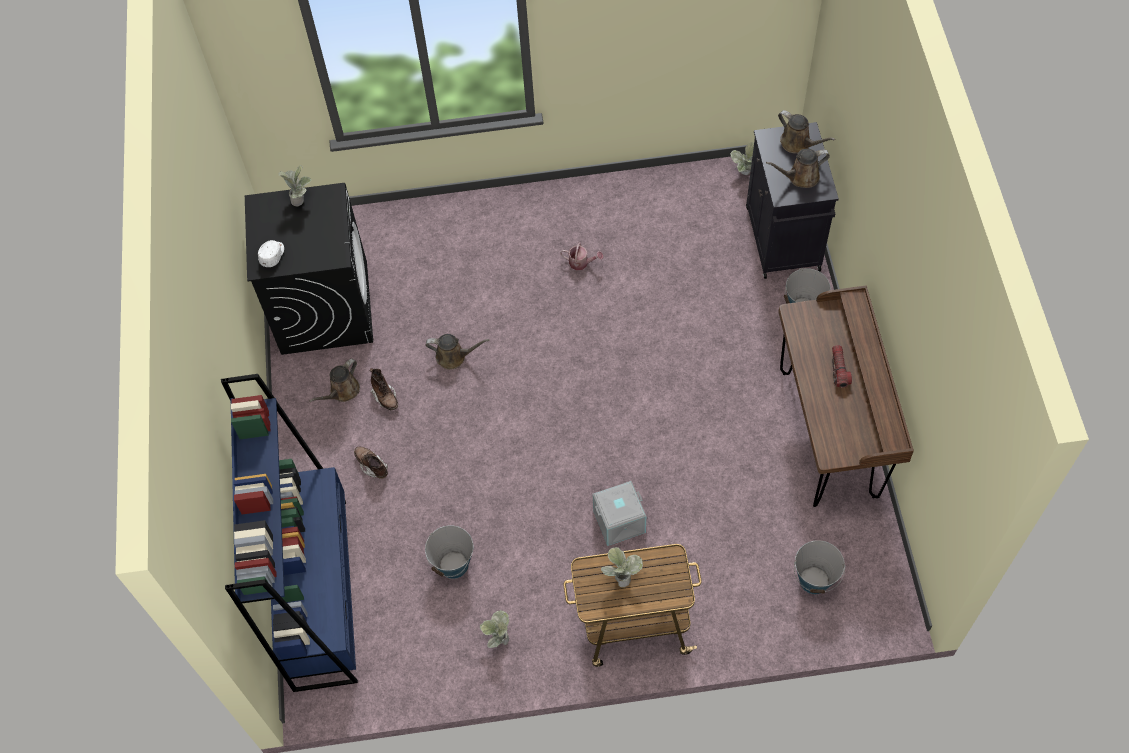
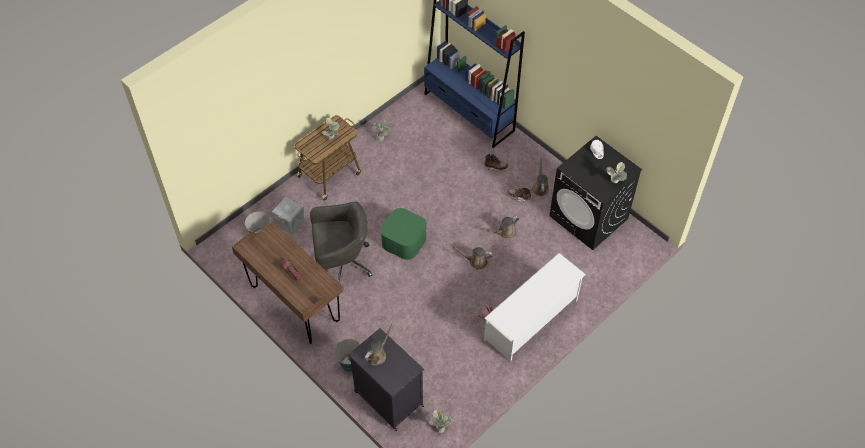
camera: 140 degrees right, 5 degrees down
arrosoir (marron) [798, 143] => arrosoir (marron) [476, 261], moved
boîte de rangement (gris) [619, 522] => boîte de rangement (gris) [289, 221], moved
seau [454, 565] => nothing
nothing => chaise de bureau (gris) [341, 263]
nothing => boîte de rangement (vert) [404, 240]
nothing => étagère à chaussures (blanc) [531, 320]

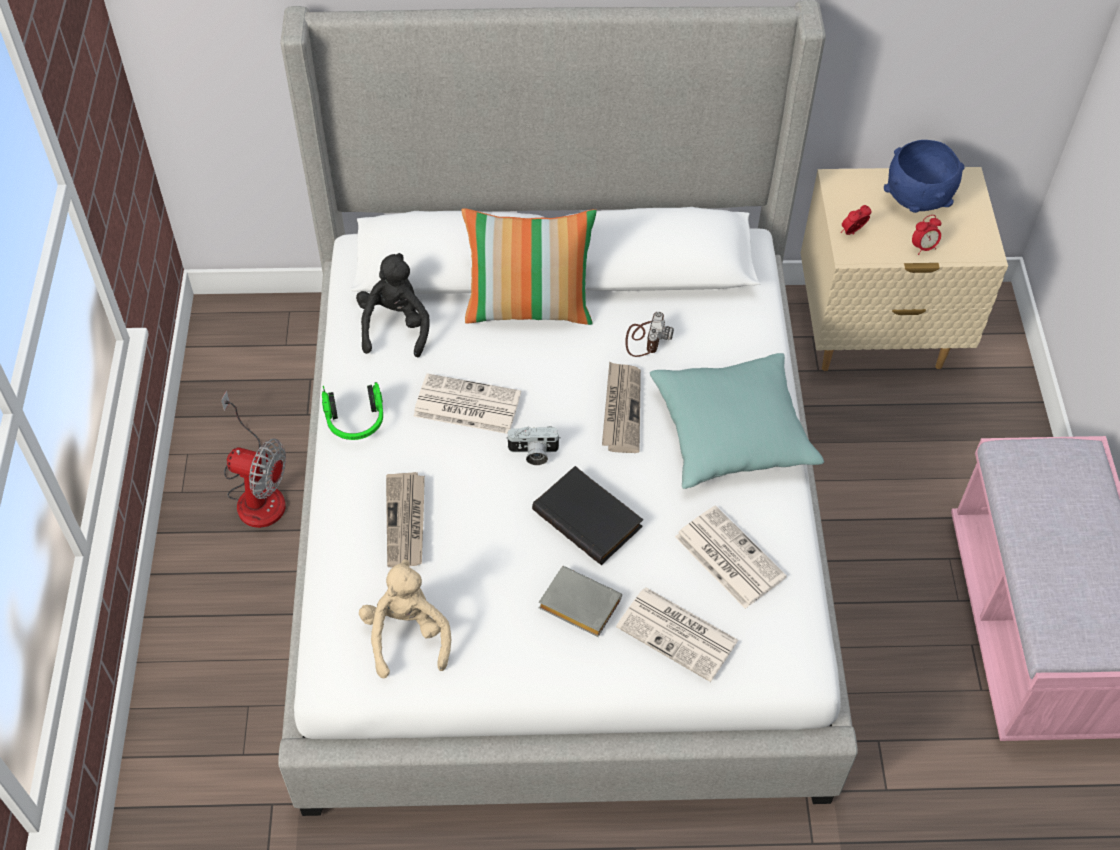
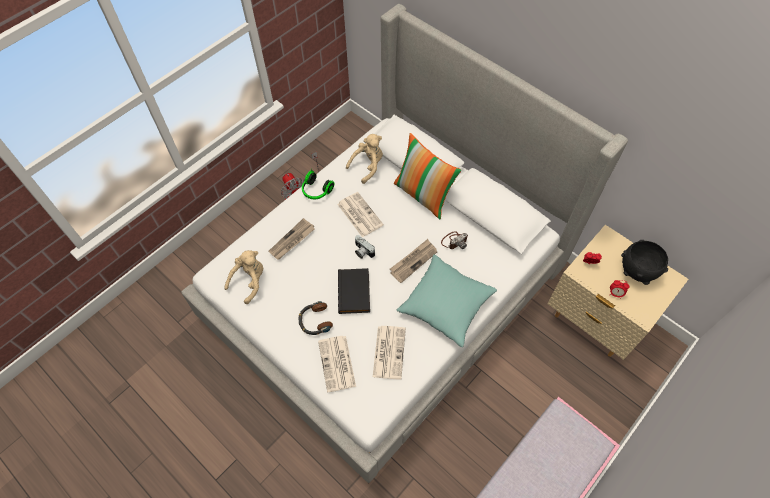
camera: 45 degrees right, 5 degrees up
bol (bleu) [917, 200] => bol (noir) [637, 271]
peluche (noir) [395, 326] => peluche (beige) [368, 166]
livre (gris) [577, 605] => casque audio [314, 321]

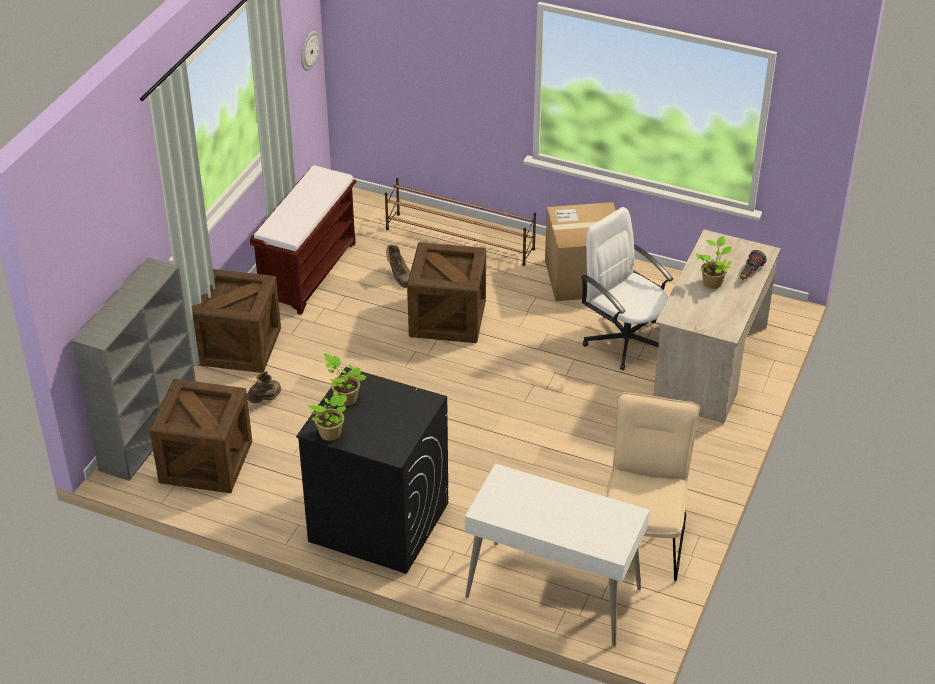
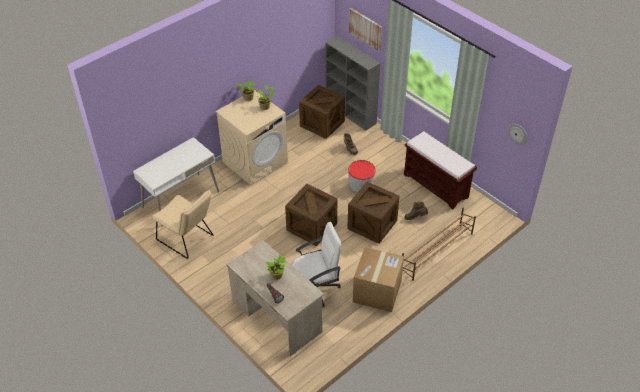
camera: 115 degrees right, 5 degrees up
caisse [239, 347] => caisse [311, 227], moved
lave-linge (noir) [378, 522] => lave-linge (beige) [255, 162]
nothing => tableau [365, 29]
nothing => seau [361, 184]

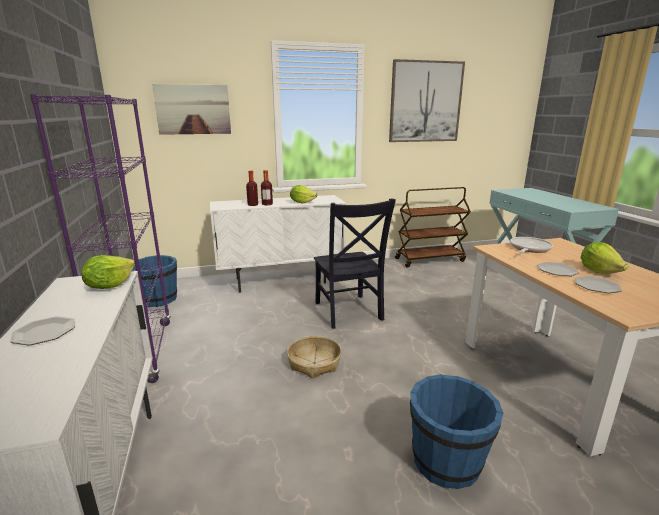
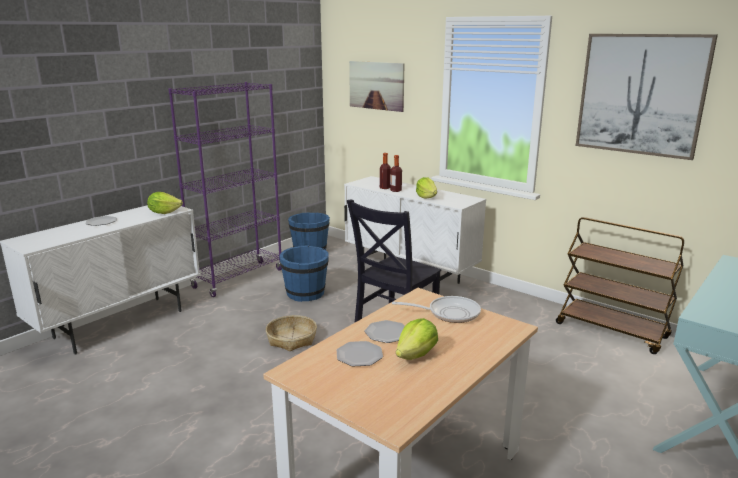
camera: 55 degrees right, 0 degrees up
seau (bleu) [447, 461] => seau (bleu) [305, 294], moved

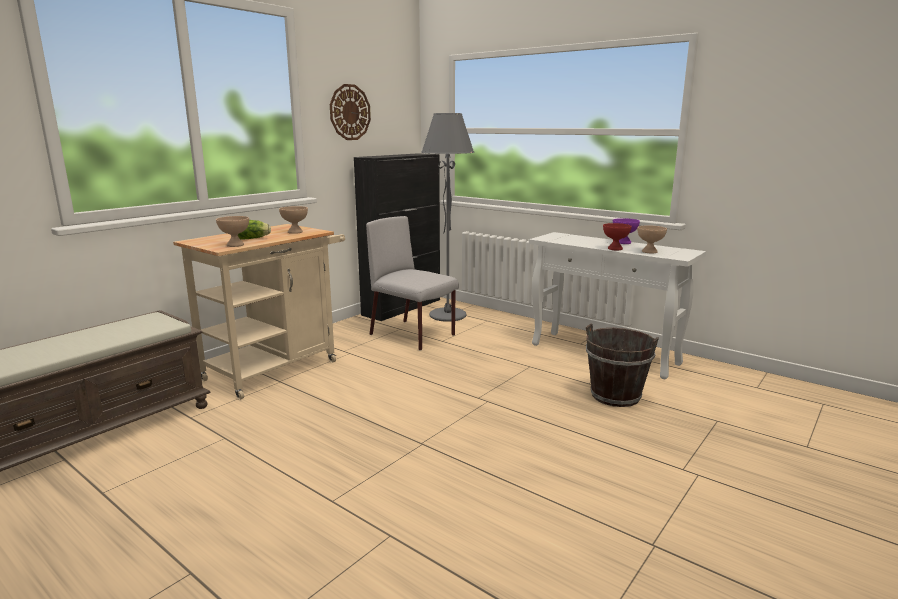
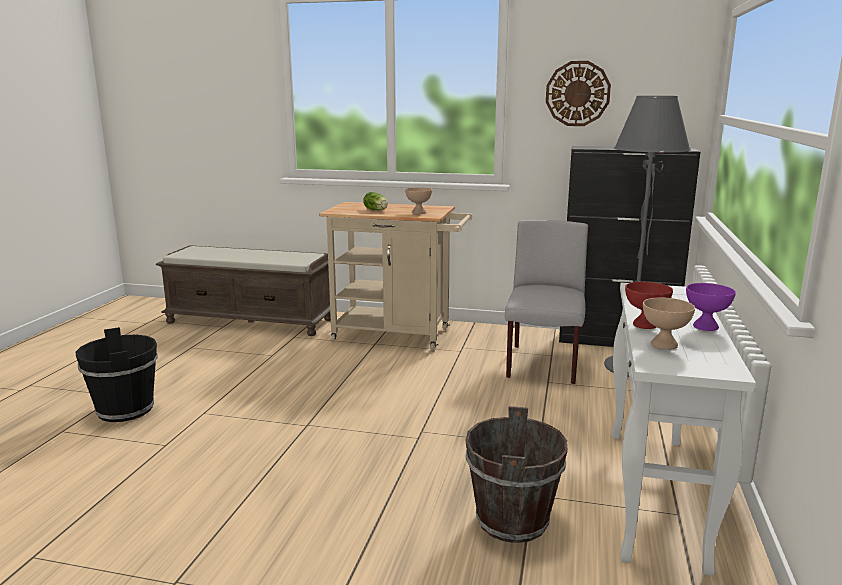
camera: 65 degrees right, 0 degrees up
bol (beige) [235, 245] => nothing
nothing => seau (noir) [126, 410]

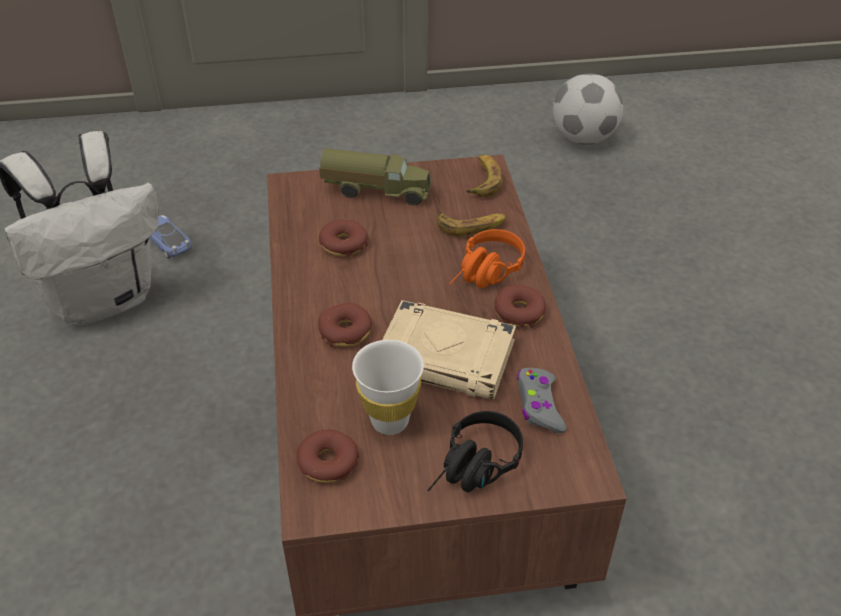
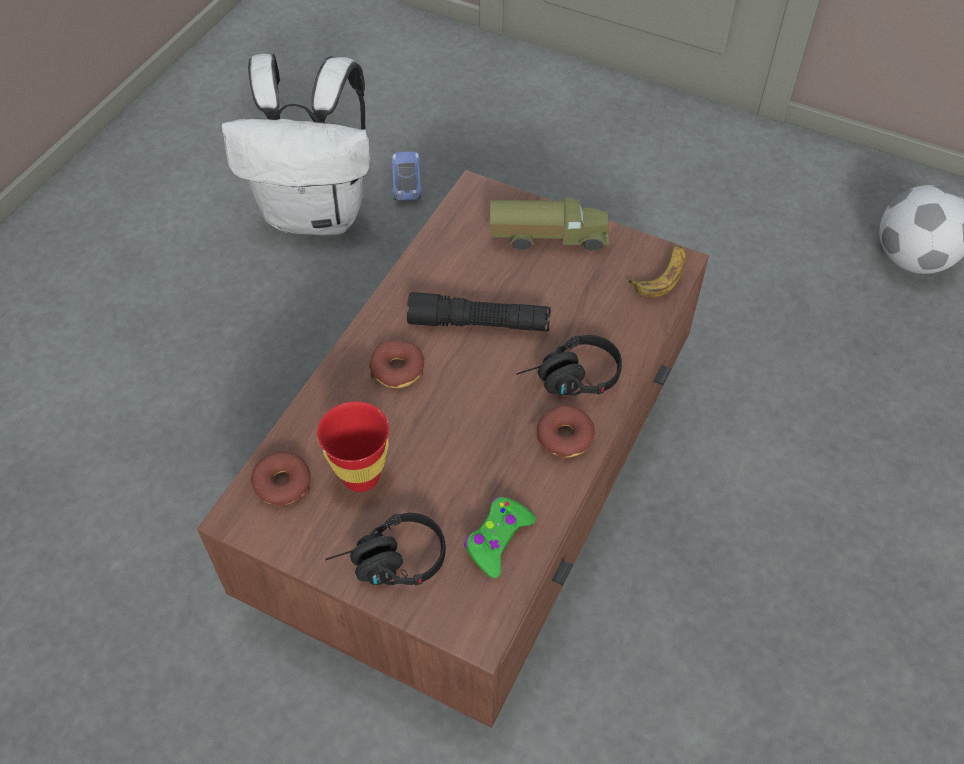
camera: 35 degrees right, 10 degrees up
camion jouet [377, 191] => camion jouet [548, 237], 45 degrees counterclockwise
banane [472, 226] => nothing
beignet [343, 244] => nothing
casque audio (orange) [485, 275] => casque audio (noir) [569, 380]
livre (beige) [447, 357] => nothing
tasse (blanc) [390, 421] => tasse (rouge) [361, 476]
manette (gris) [539, 406] => manette (vert) [497, 540]
nothing => lampe de poche (noir) [479, 323]

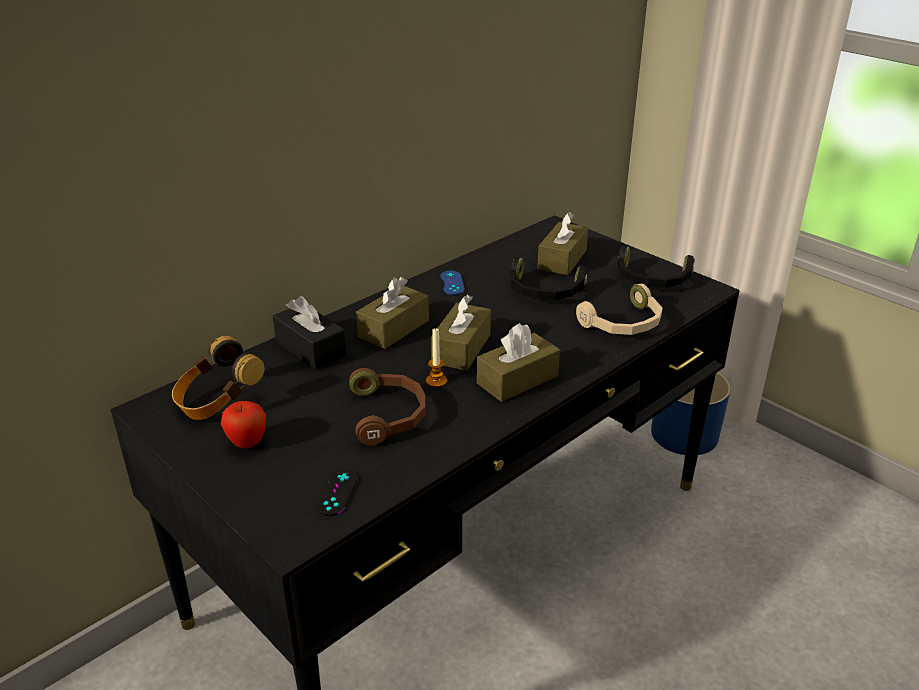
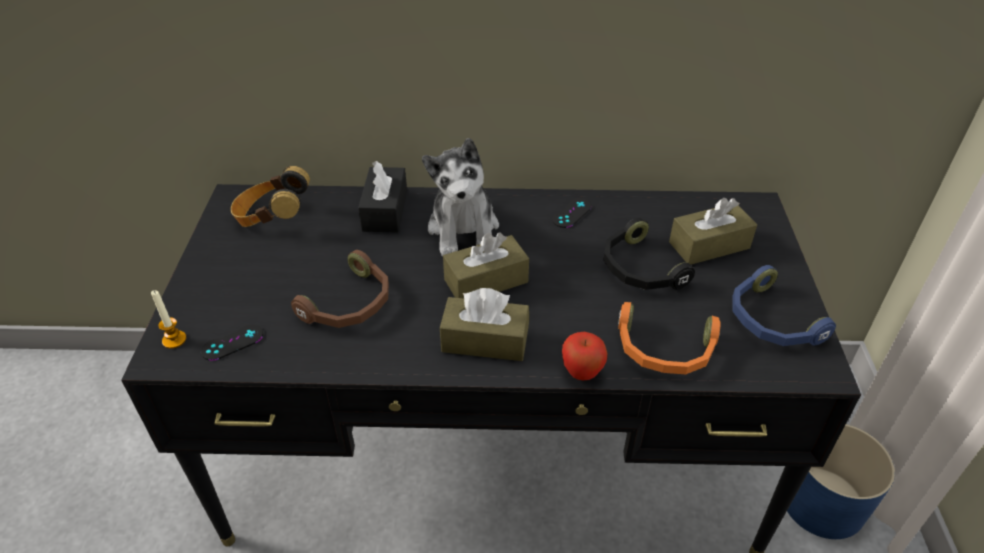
camera: 45 degrees right, 10 degrees up
casque audio (noir) [651, 280] => casque audio (bleu) [770, 321]
manette (bleu) [452, 283] => manette (noir) [572, 213]
boîte à mouchoirs (marron) [394, 329] => peluche [464, 229]
casque audio (beige) [624, 324] => casque audio (orange) [664, 351]
bougie [436, 381] => bougie [174, 340], moved
pomme [247, 443] => pomme [581, 373], moved

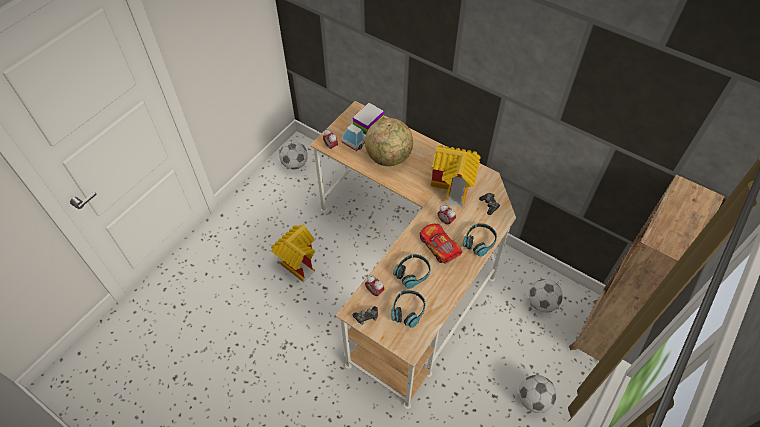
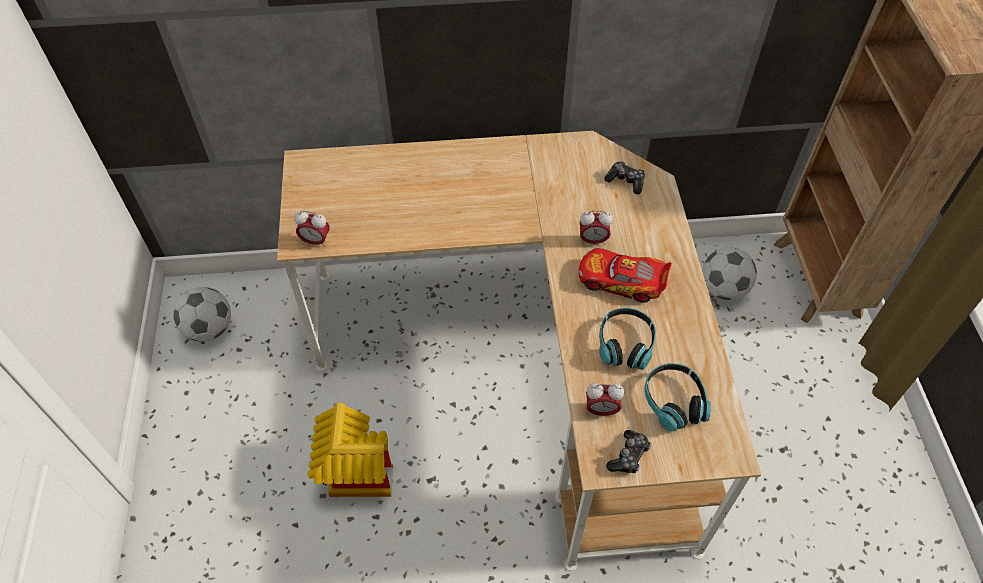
camera: 40 degrees left, 0 degrees up
camion jouet [363, 134] => nothing
globe [389, 157] => nothing
maison miniature [454, 187] => nothing
casque audio [479, 242] => nothing
ballon de foot [533, 399] => nothing

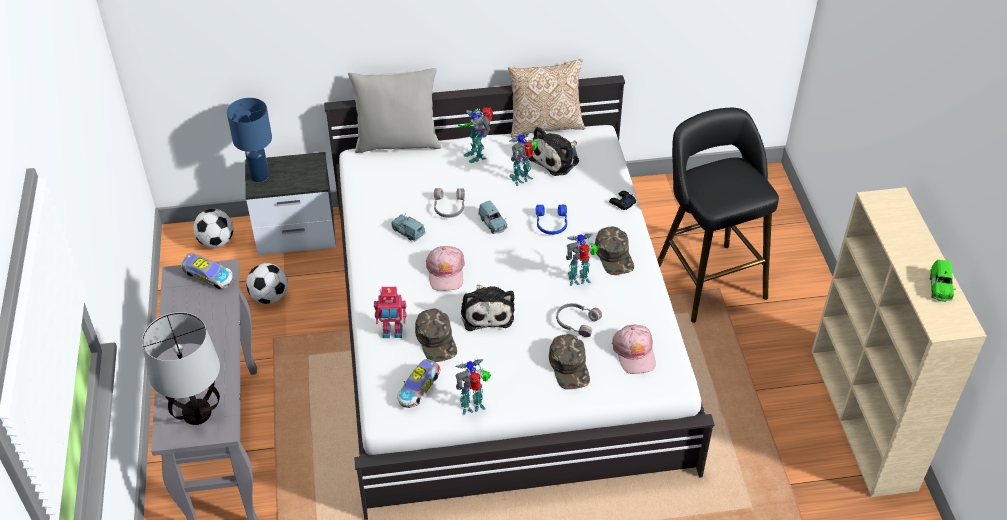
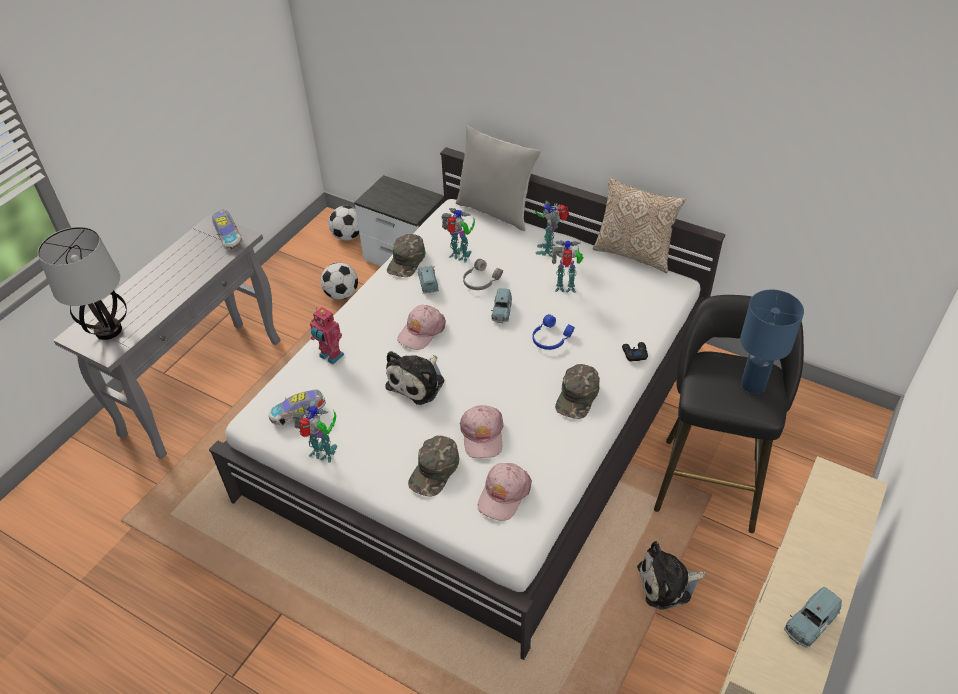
camera: 40 degrees right, 0 degrees up
lampe de table (bleu) [259, 175] => lampe de table (bleu) [753, 384], moved
peluche [556, 159] => peluche [667, 583], moved
robot jouet [580, 280] => robot jouet [460, 257], moved
petite voiture (vert) [939, 288] => petite voiture (bleu) [809, 624]
casque audio (gris) [577, 322] => casquette (rose) [482, 435]
casquette (vert) [436, 340] => casquette (vert) [407, 261], moved

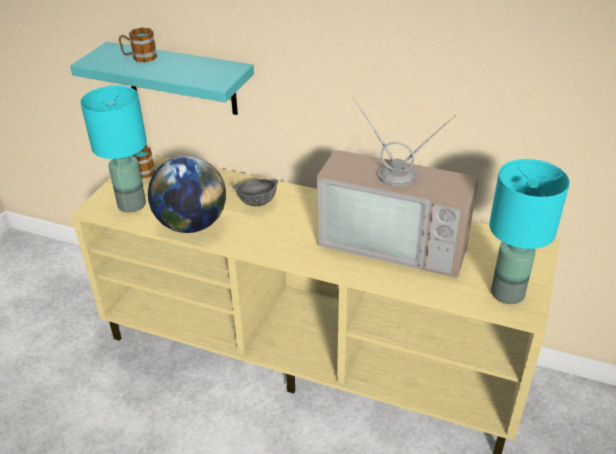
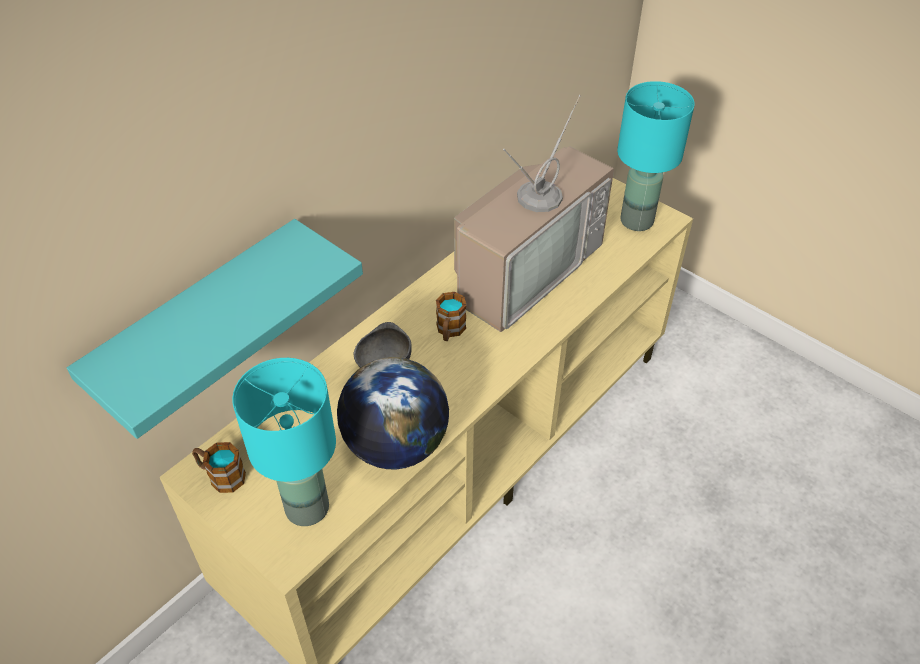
camera: 70 degrees left, 10 degrees up
mug [139, 57] => mug [449, 331], moved

